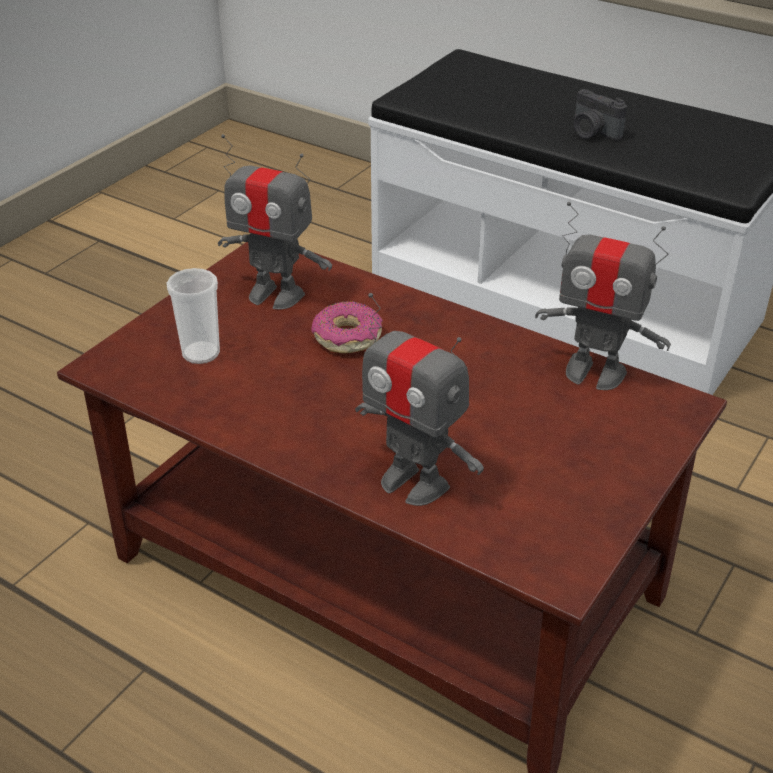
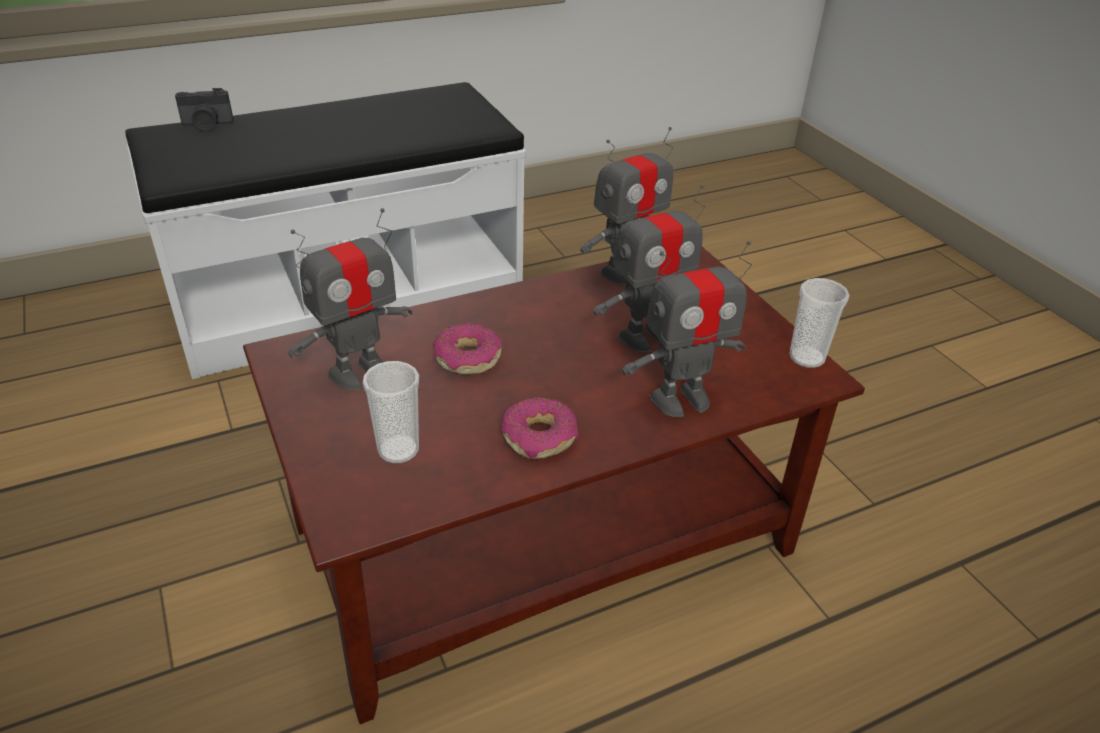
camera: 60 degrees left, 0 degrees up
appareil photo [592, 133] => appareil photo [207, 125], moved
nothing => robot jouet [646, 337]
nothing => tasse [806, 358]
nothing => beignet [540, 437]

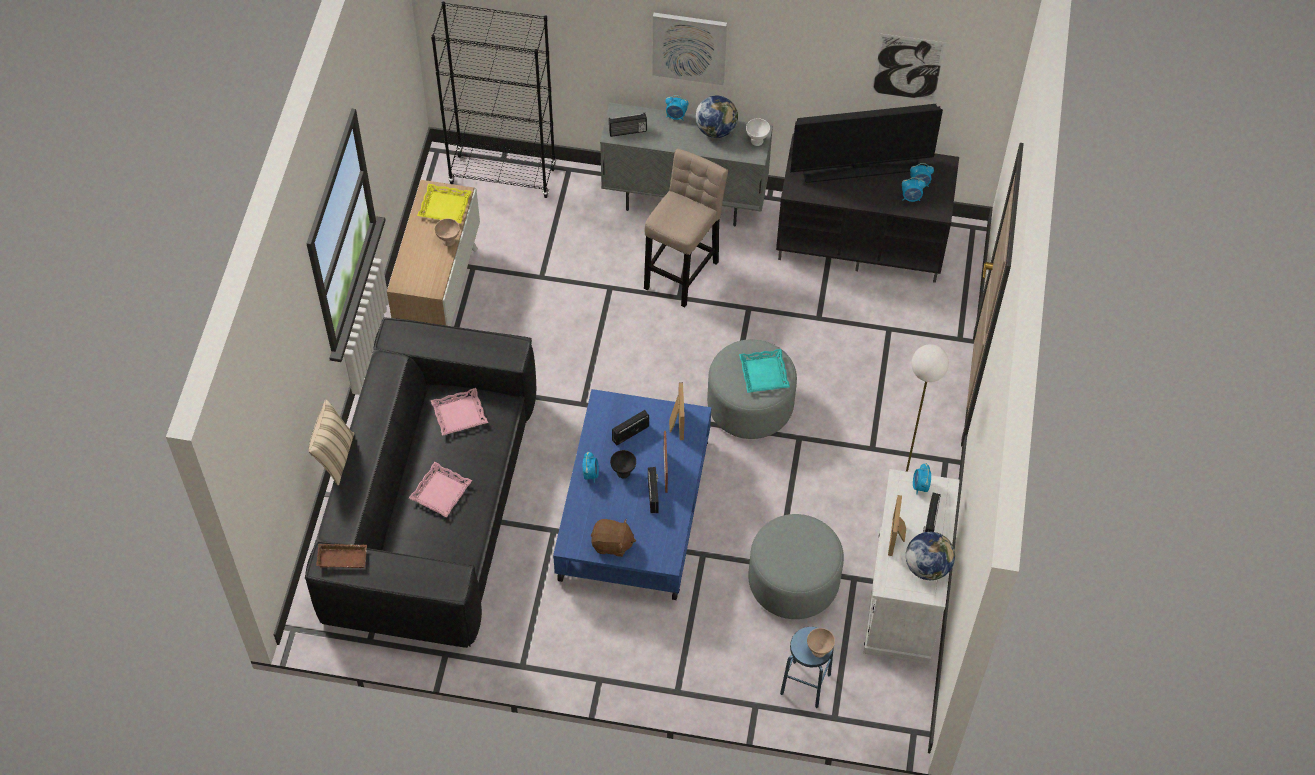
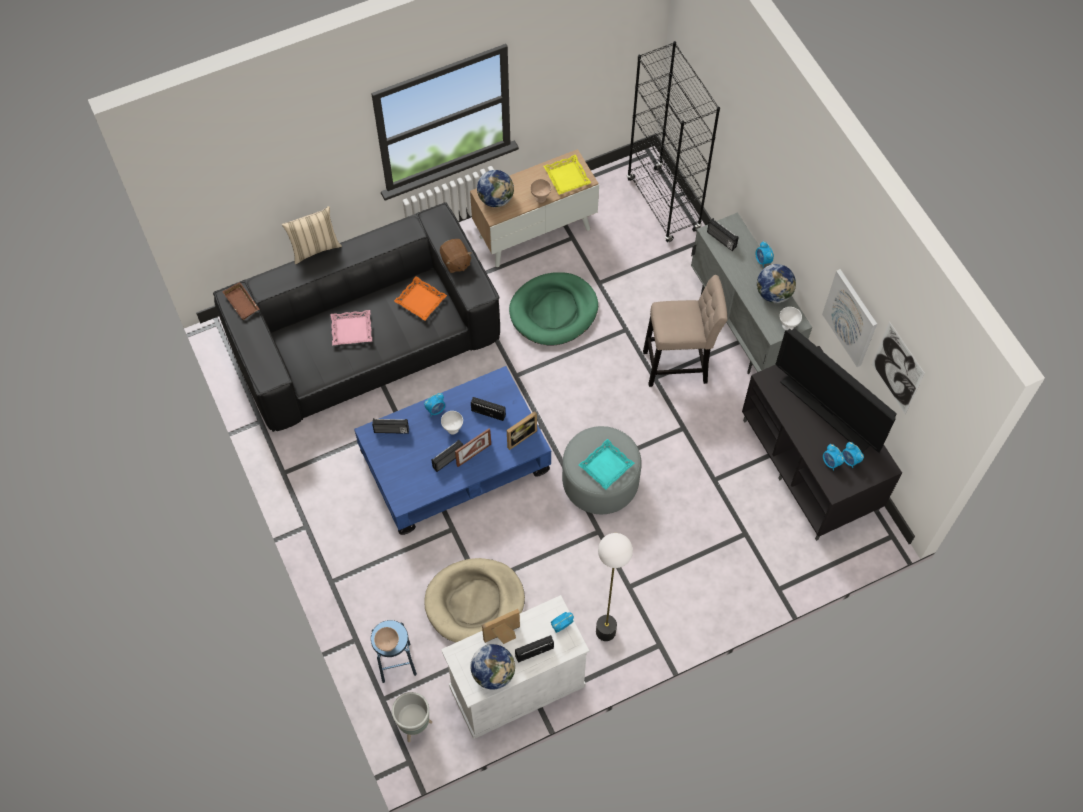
camera: 55 degrees right, 5 degrees up
tableau [689, 47] => tableau [850, 318], moved
plateau (rose) [459, 414] => plateau (orange) [421, 300]
bol (noir) [624, 472] => bol (blanc) [453, 429]
pouf (gris) [793, 581] => panier pour chien (beige) [474, 602]
peluche (marron) [612, 544] => peluche (marron) [455, 262], moved
nothing => globe [496, 199]
nothing => panier pour chien (vert) [554, 311]
nothing => radio [391, 430]
nothing => cache-pot (gris) [414, 725]

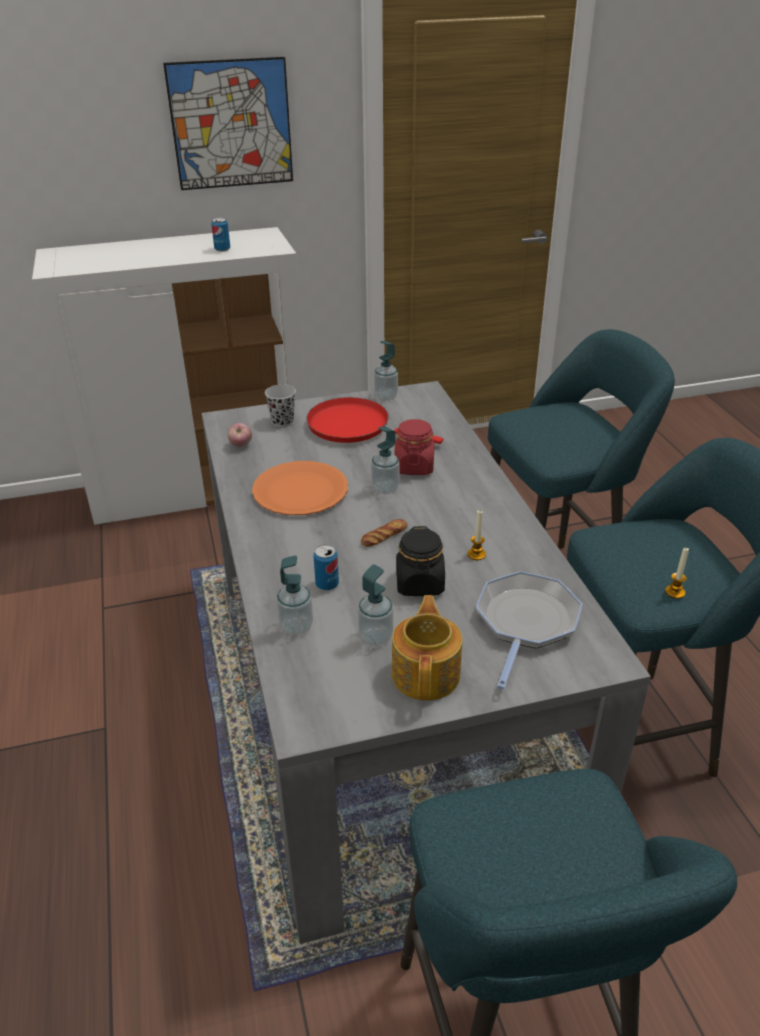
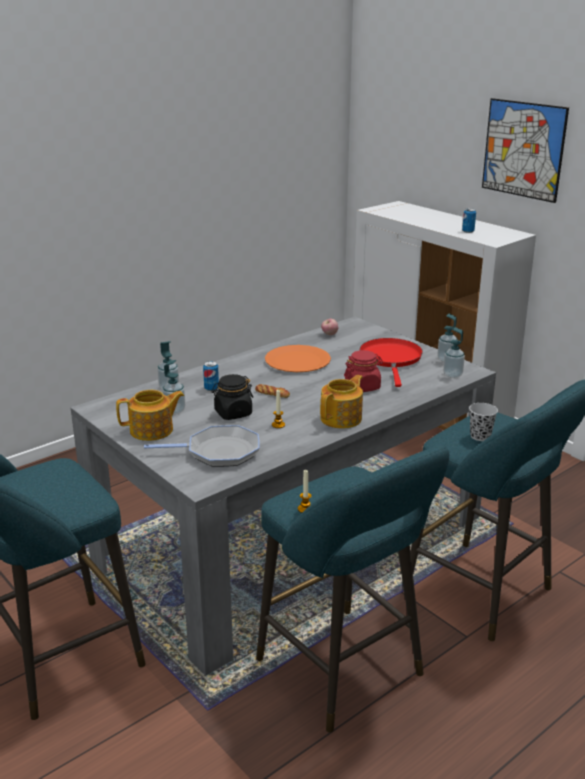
camera: 65 degrees right, 10 degrees down
tasse (noir) [282, 421] => tasse (noir) [480, 436], moved
distributeur de savon [385, 488] => distributeur de savon [452, 375], moved
nothing => théière [342, 418]

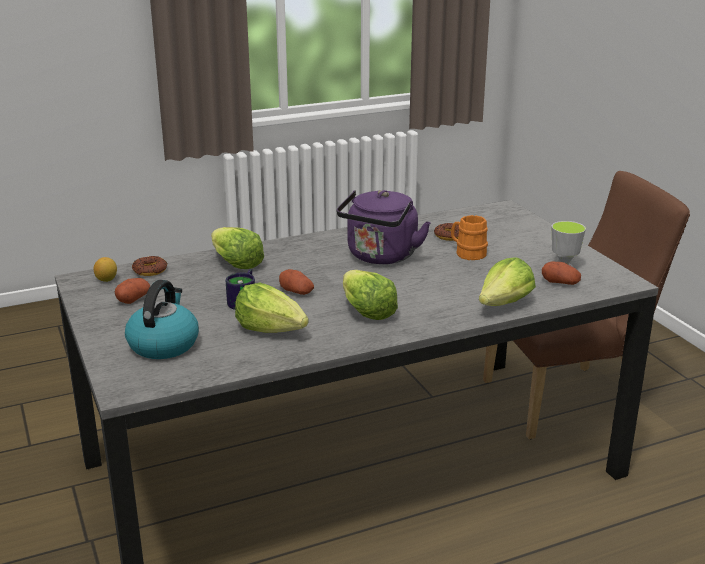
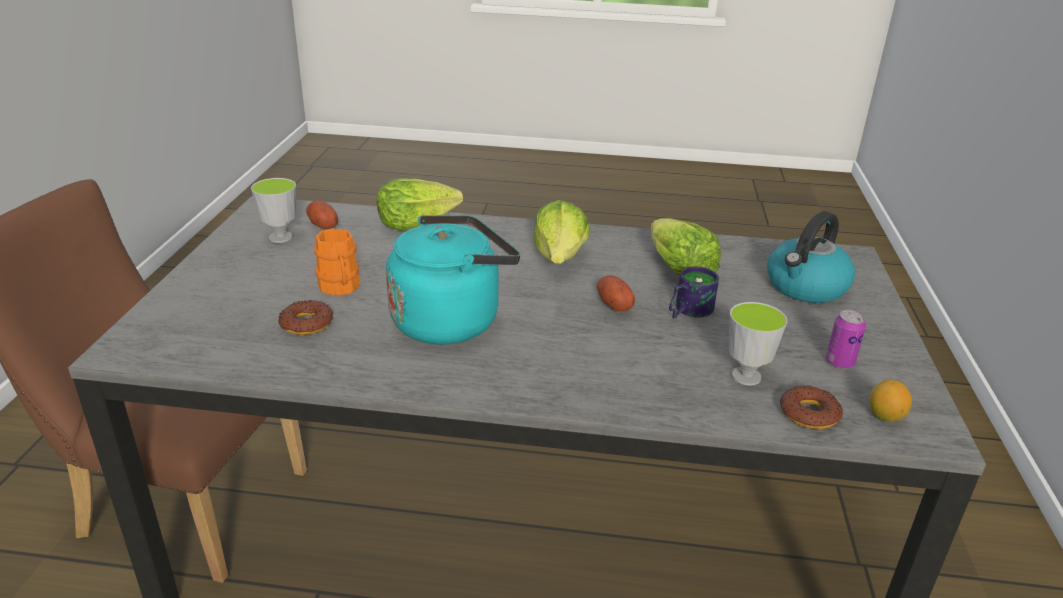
camera: 150 degrees left, 5 degrees up
bouilloire (violet) [380, 257] => bouilloire (turquoise) [451, 320]
laitue [235, 263] => nothing
pomme de terre [133, 299] => boîte métallique [839, 362]
nothing => tasse [746, 376]

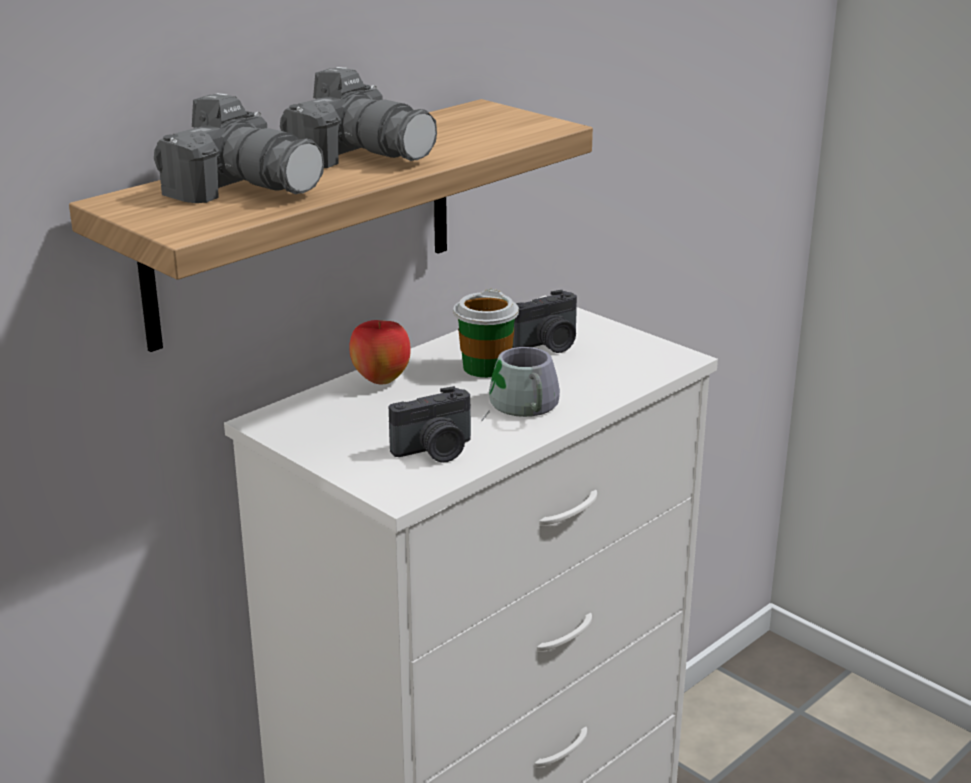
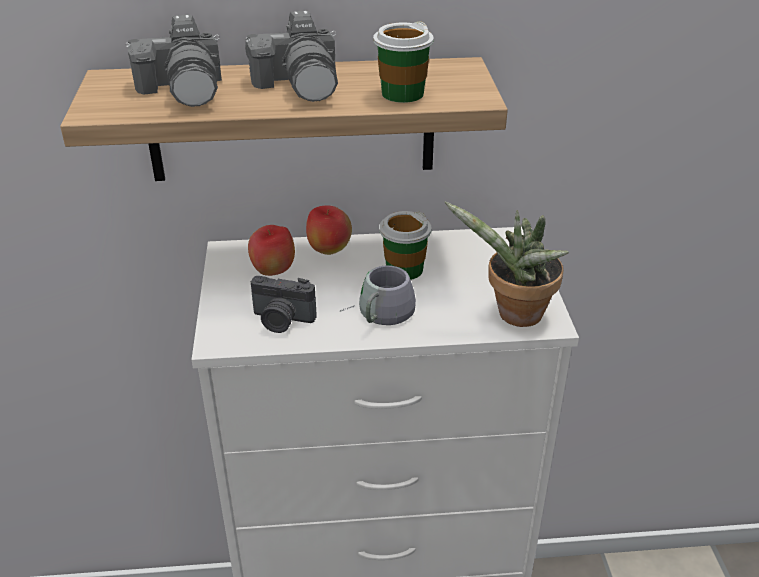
camera: 40 degrees right, 10 degrees up
appareil photo [548, 345] => nothing
nothing => tasse [402, 94]
nothing => plante en pot [514, 316]
nothing => pomme [273, 271]

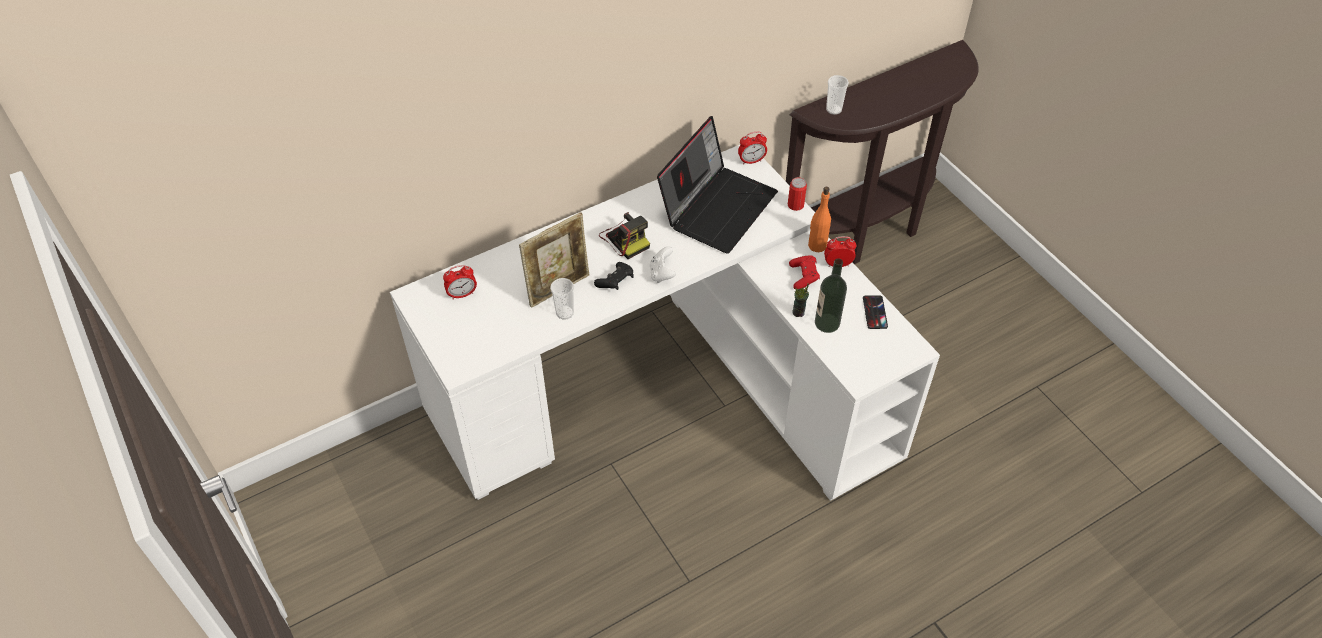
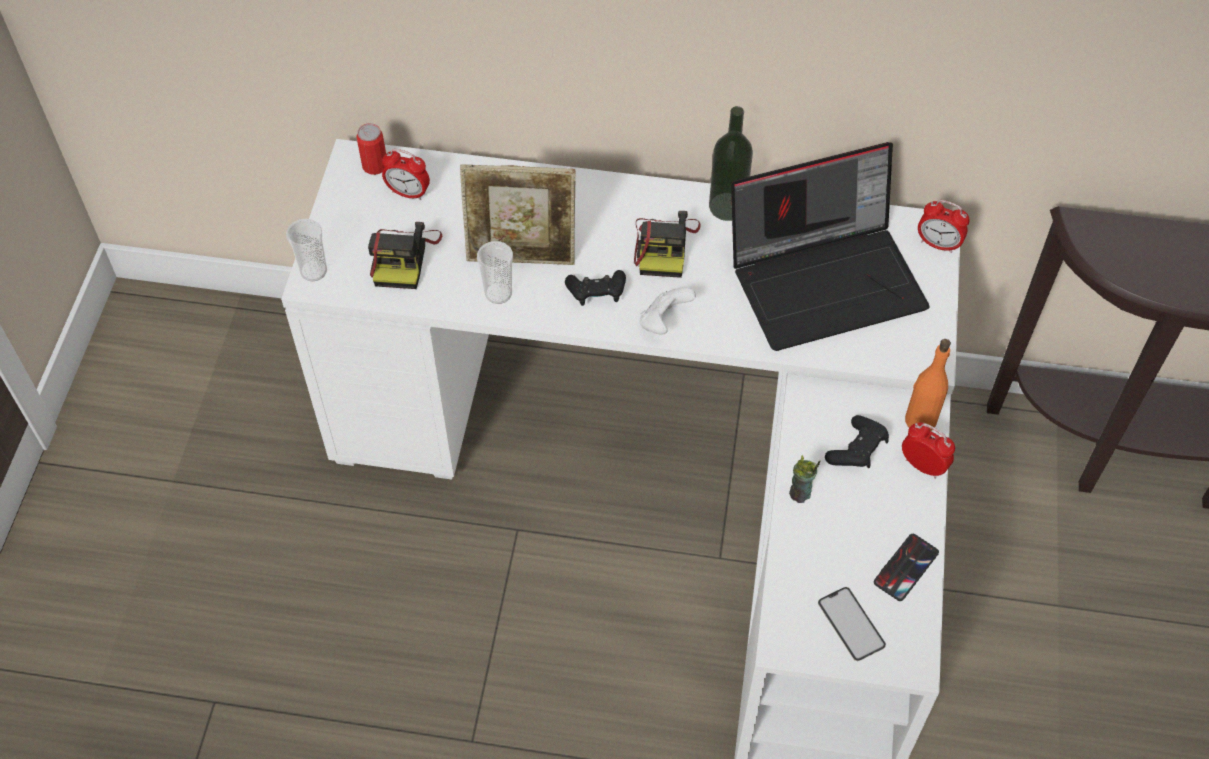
camera: 40 degrees right, 5 degrees up
tasse [833, 109] => tasse [313, 271], moved
boîte métallique [795, 205] => boîte métallique [375, 165], moved
manette (rouge) [804, 277] => manette (noir) [857, 451]
bouteille [827, 323] => bouteille [727, 206], moved
nothing => appareil photo [403, 257]
nothing => téléphone [851, 624]

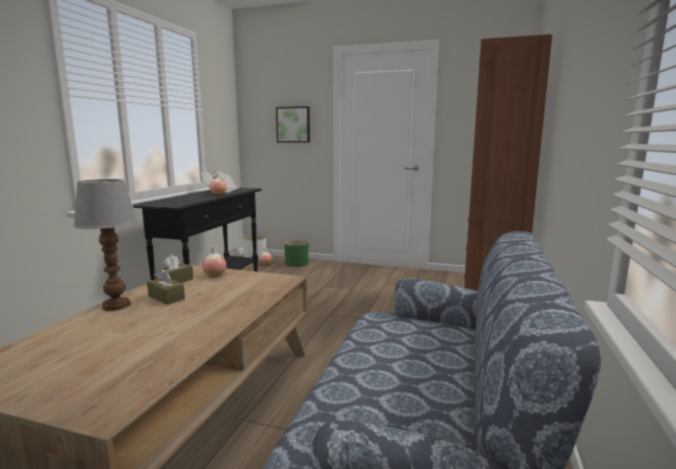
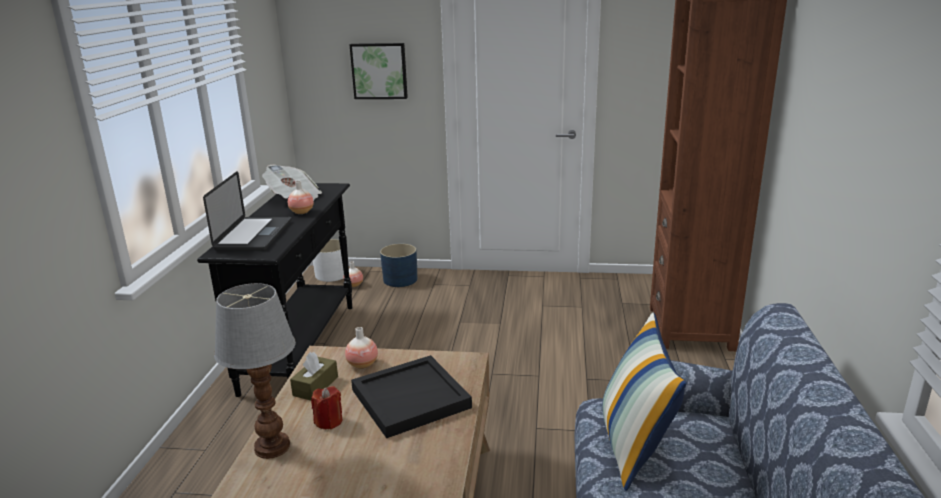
camera: 10 degrees left, 10 degrees up
cache-pot (vert) [297, 263] => cache-pot (bleu) [400, 279]
boîte à mouchoirs (marron) [166, 298] => bougie (rouge) [329, 421]
nothing => ordinateur portable [254, 235]
nothing => coussin [635, 446]
nothing => plateau (noir) [411, 398]

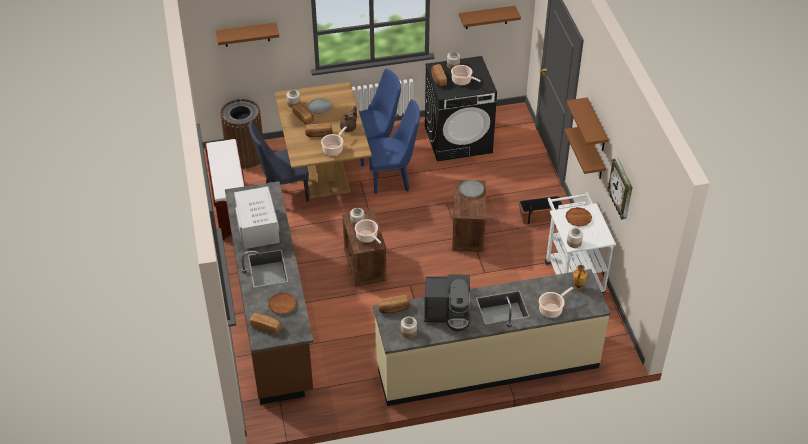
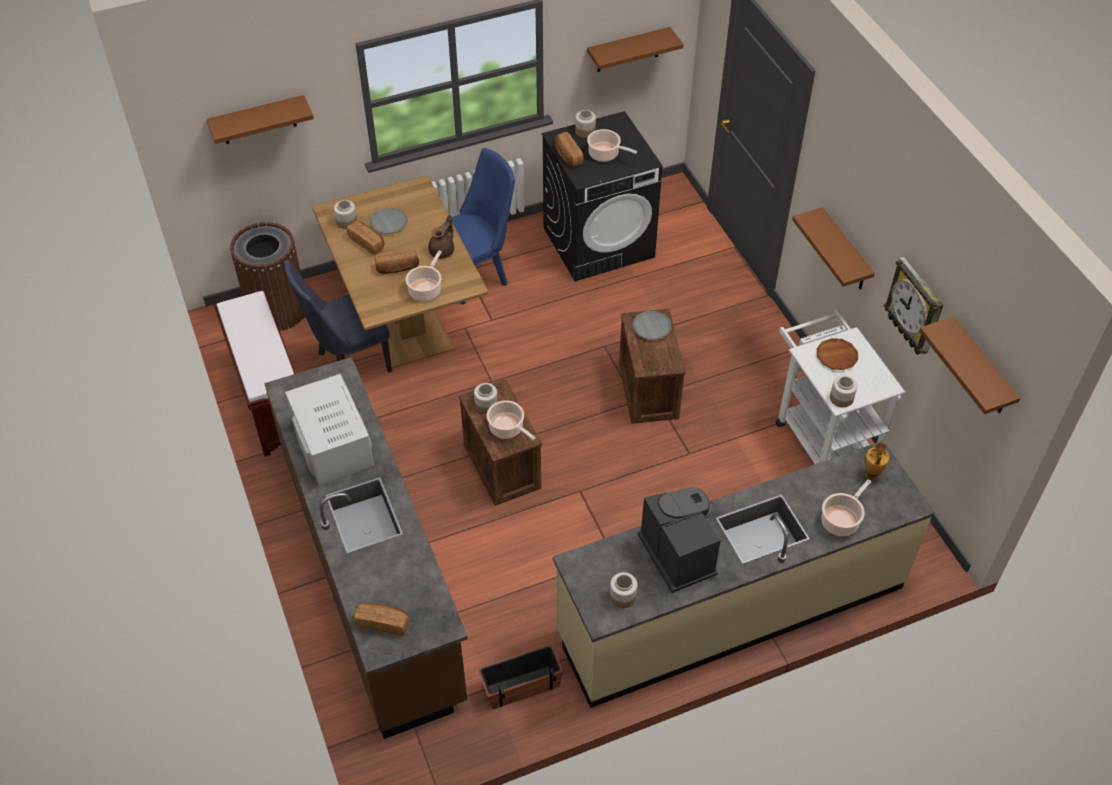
camera: 10 degrees left, 5 degrees up
étagère (marron) [596, 126] => étagère (marron) [981, 369], moved
chaise (bleu) [393, 179] => nothing
cache-pot [540, 216] => cache-pot [521, 685], moved
machine à café [448, 314] => machine à café [678, 553], 105 degrees counterclockwise
assiette (marron) [282, 305] => nothing
pain [394, 309] => nothing

